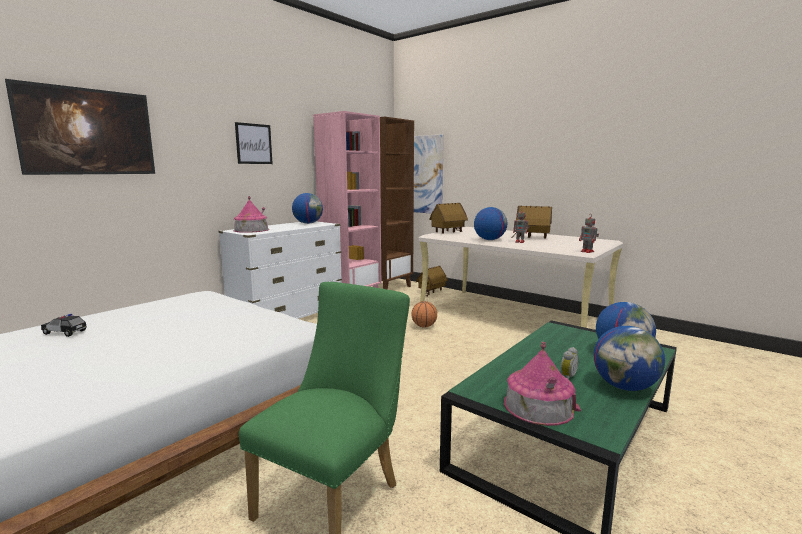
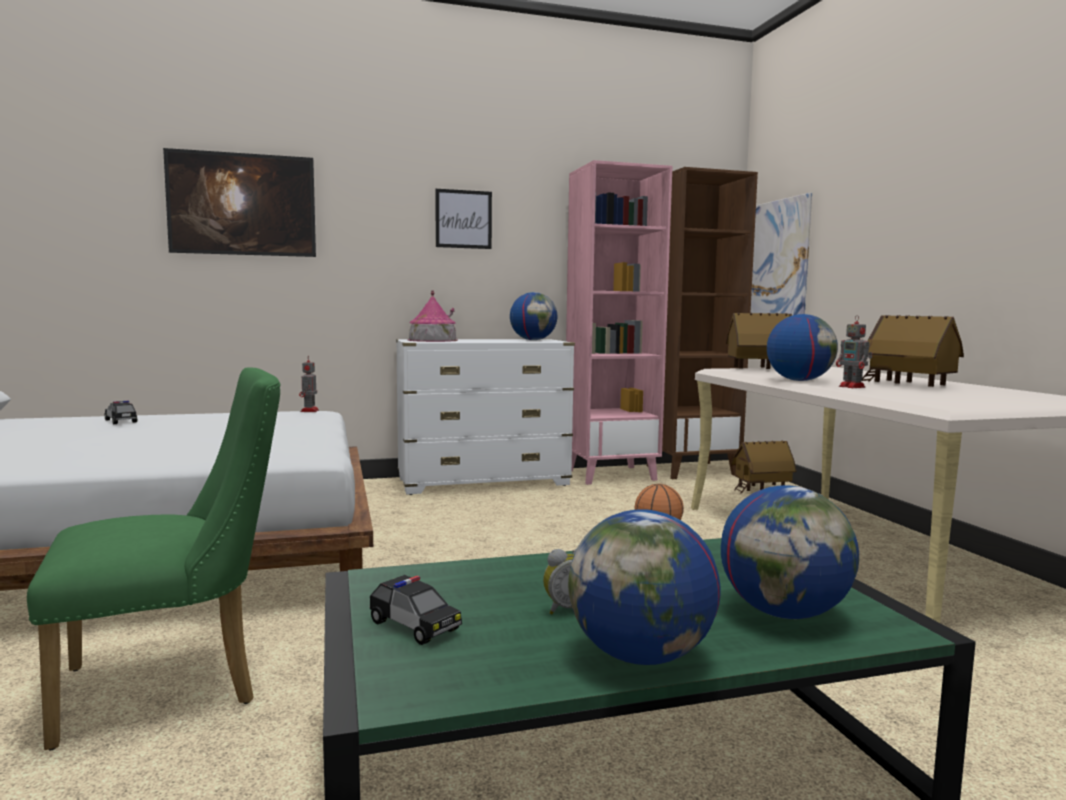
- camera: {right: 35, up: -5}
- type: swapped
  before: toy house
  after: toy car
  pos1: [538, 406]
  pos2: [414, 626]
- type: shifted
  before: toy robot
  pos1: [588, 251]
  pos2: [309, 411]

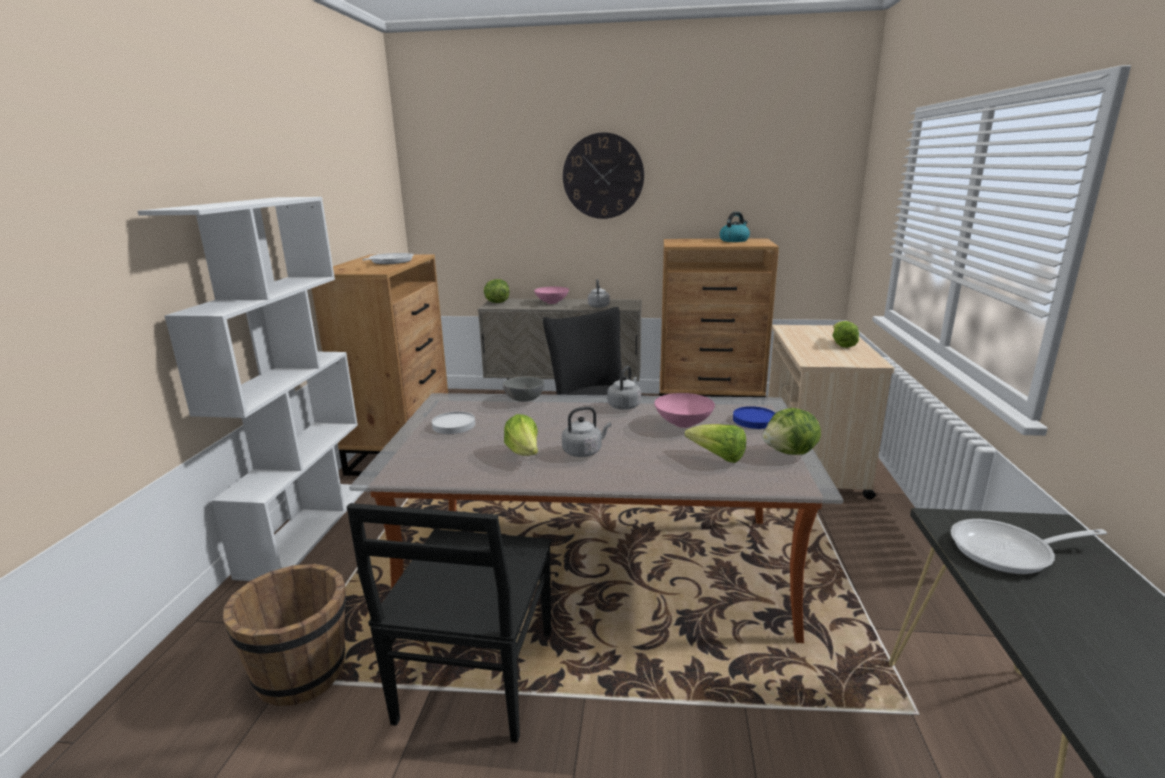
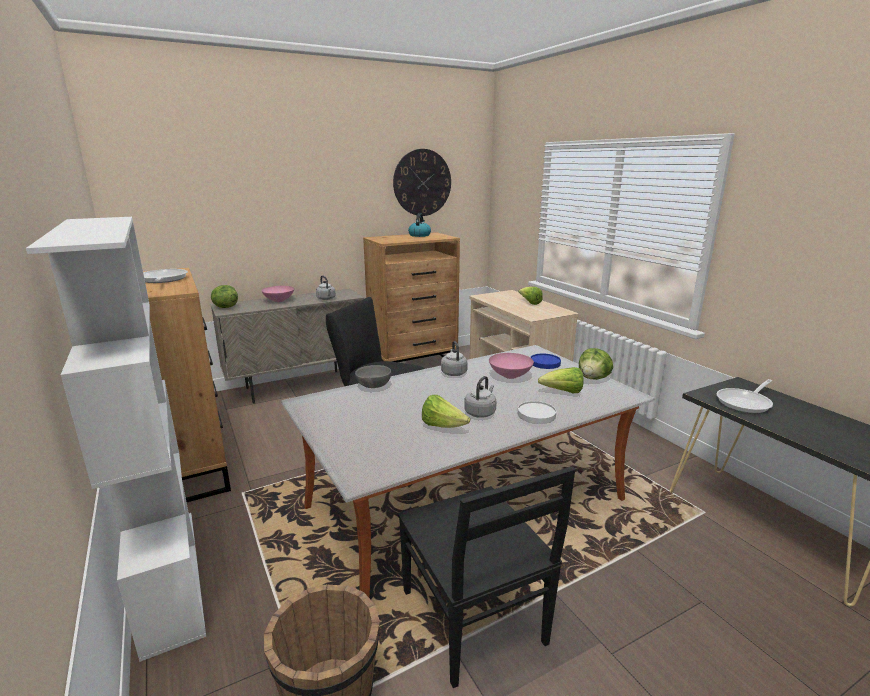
- camera: {right: -35, up: 0}
- type: shifted
  before: white plate
  pos1: [454, 425]
  pos2: [536, 414]
- type: shifted
  before: wall clock
  pos1: [603, 176]
  pos2: [422, 183]

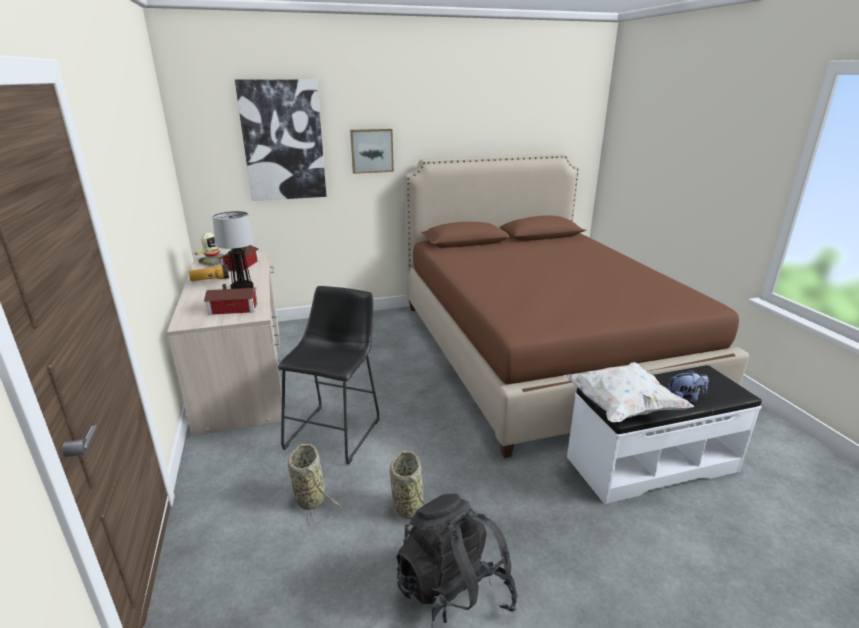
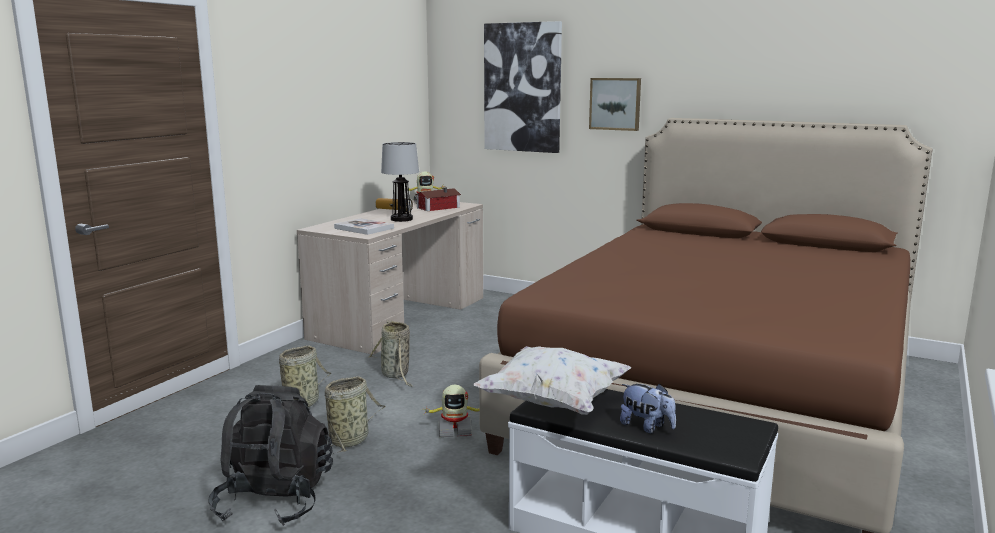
- camera: {right: 45, up: -10}
- type: swapped
  before: toy house
  after: book
  pos1: [234, 308]
  pos2: [364, 228]
- type: swapped
  before: black stool
  after: basket
  pos1: [336, 430]
  pos2: [396, 375]
- type: new
  after: toy robot
  pos2: [454, 430]

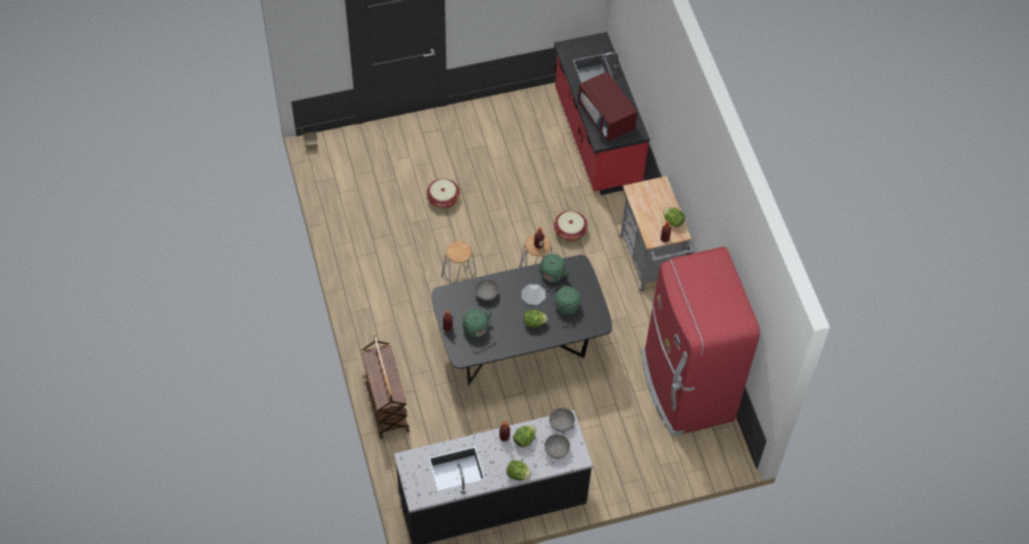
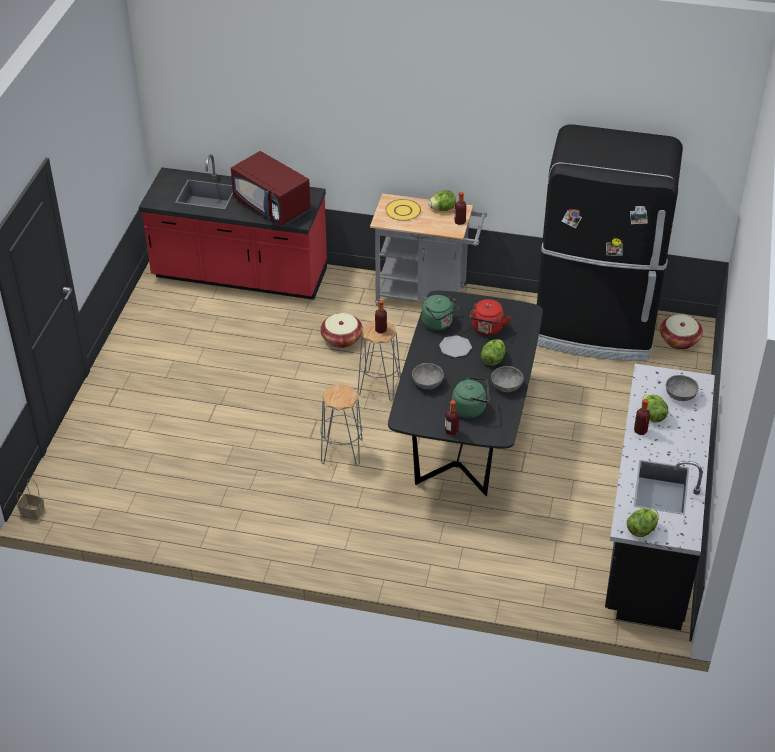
- camera: {right: -60, up: -15}
- type: gone
  before: brown cart
  pos1: [385, 404]
- type: shifted
  before: basket
  pos1: [443, 199]
  pos2: [679, 340]
- type: shifted
  before: lettuce
  pos1: [518, 474]
  pos2: [641, 530]
- type: shifted
  before: grey bowl
  pos1: [561, 423]
  pos2: [506, 386]
- type: repainted
  before: green kettle
  after: red kettle
  pos1: [565, 306]
  pos2: [487, 329]
- type: rotated
  before: red microwave
  pos1: [606, 118]
  pos2: [272, 206]
  turn: 45
- type: repainted
  before: red fridge
  after: black fridge
  pos1: [685, 388]
  pos2: [595, 329]
- type: new
  after: yellow plate
  pos2: [403, 211]

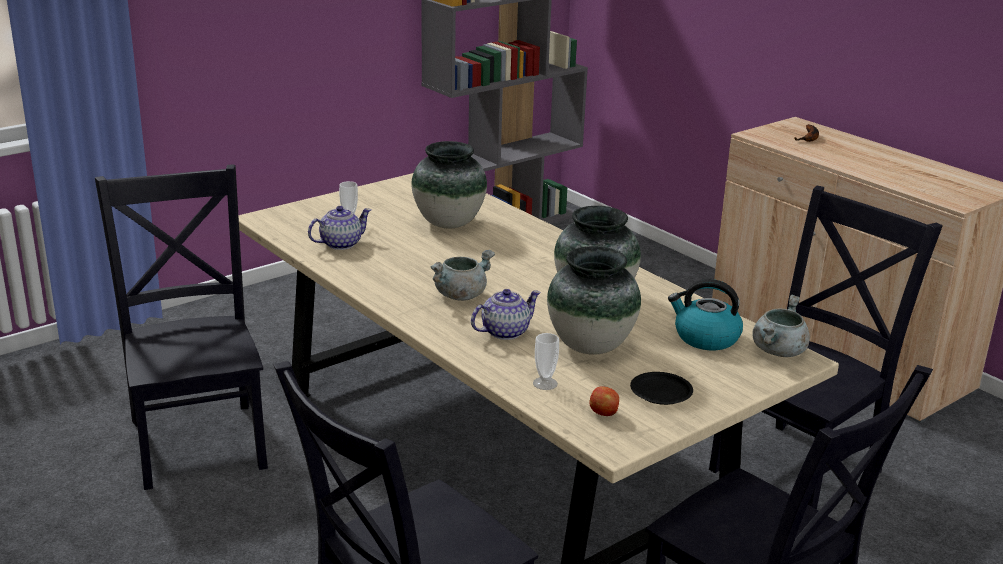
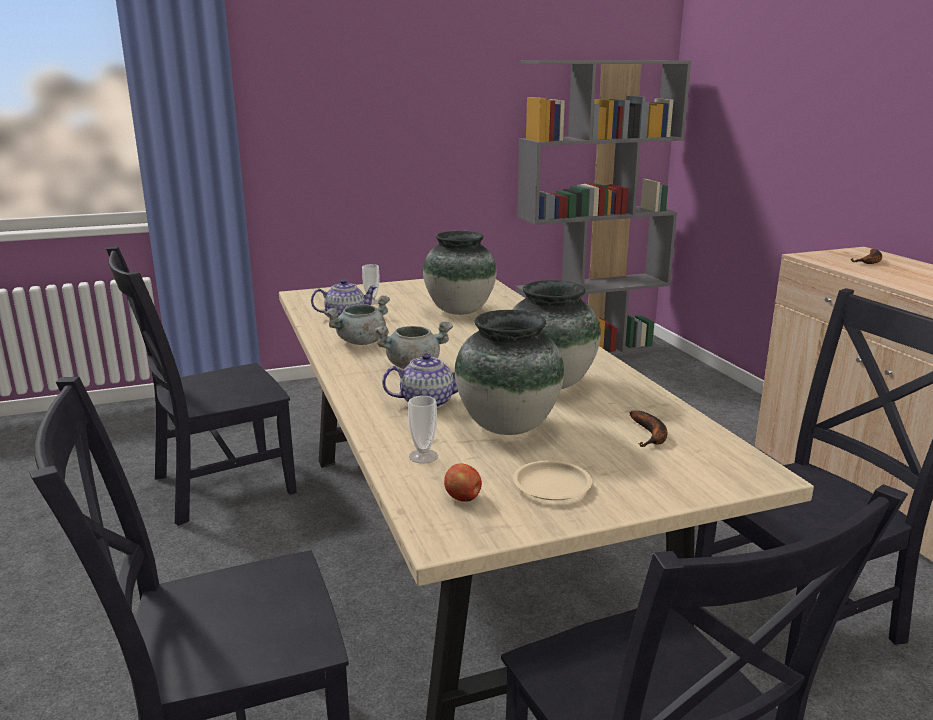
- camera: {right: 20, up: -5}
- type: rotated
  before: black chair
  pos1: [199, 439]
  pos2: [217, 486]
  turn: -120
- type: repainted
  before: black plate
  after: beige plate
  pos1: [661, 393]
  pos2: [552, 486]
- type: swapped
  before: kettle
  after: banana
  pos1: [705, 338]
  pos2: [651, 435]
- type: shifted
  before: grey cooking pot
  pos1: [779, 352]
  pos2: [361, 342]

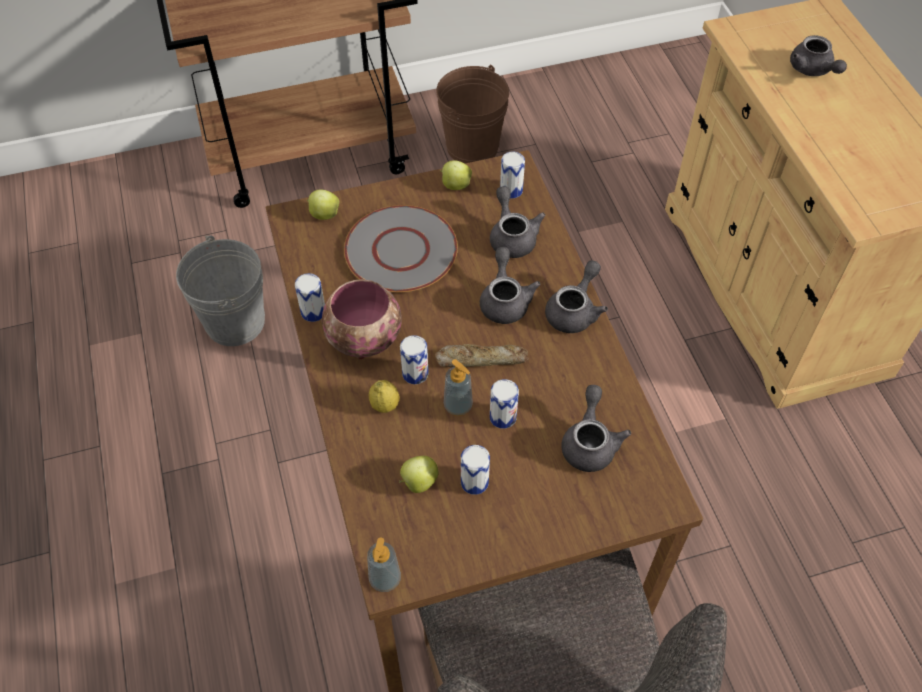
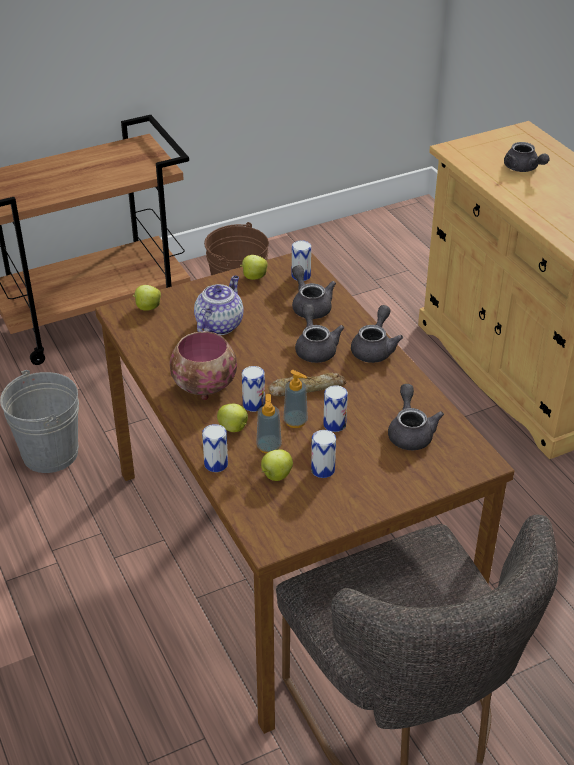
- camera: {right: -10, up: -15}
- type: shifted
  before: can
  pos1: [313, 312]
  pos2: [216, 464]
- type: swapped
  before: grey plate
  after: teapot
  pos1: [400, 250]
  pos2: [219, 324]
- type: shifted
  before: soap dispenser
  pos1: [385, 579]
  pos2: [269, 447]
- type: swapped
  before: lemon
  after: apple
  pos1: [385, 405]
  pos2: [234, 428]

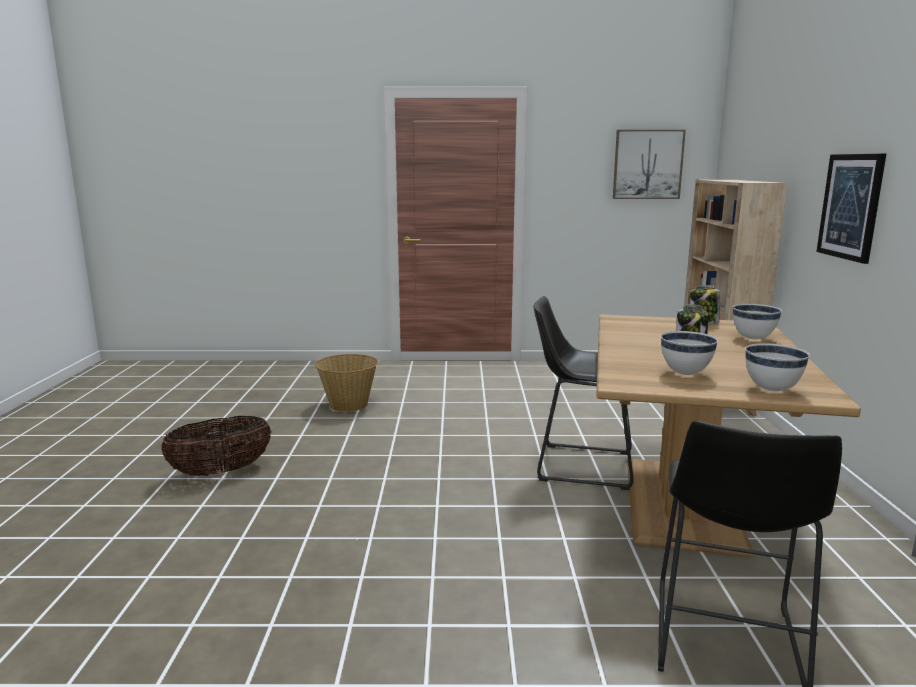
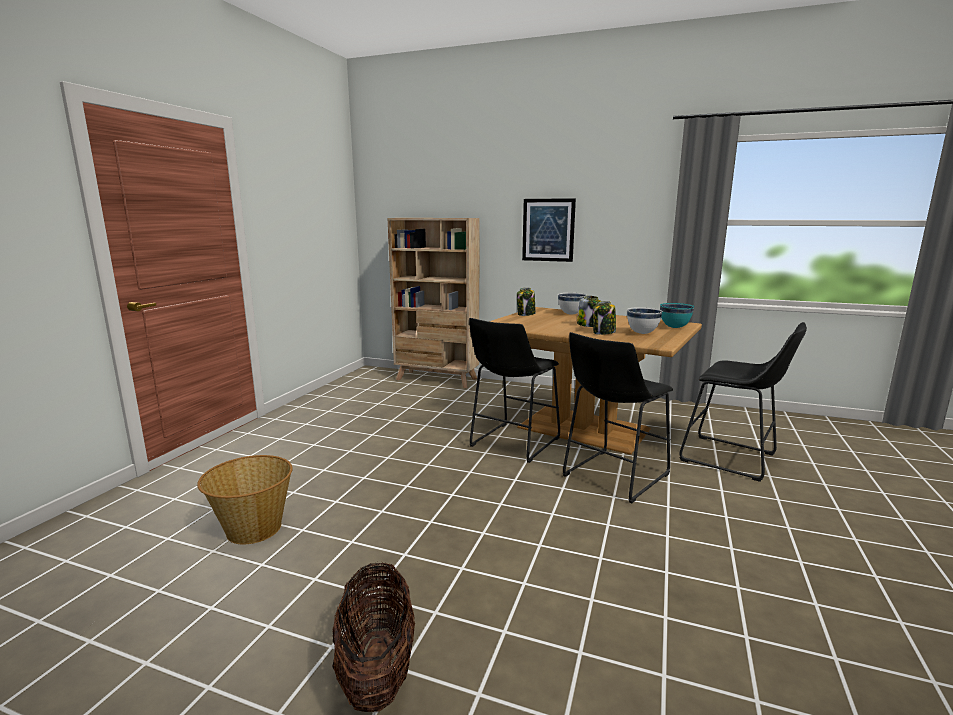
- camera: {right: -70, up: 0}
- type: gone
  before: picture
  pos1: [647, 164]
- type: repainted
  before: white bowl
  after: turquoise bowl
  pos1: [772, 389]
  pos2: [674, 327]
- type: new
  after: black stool
  pos2: [612, 477]
- type: new
  after: jar
  pos2: [603, 333]

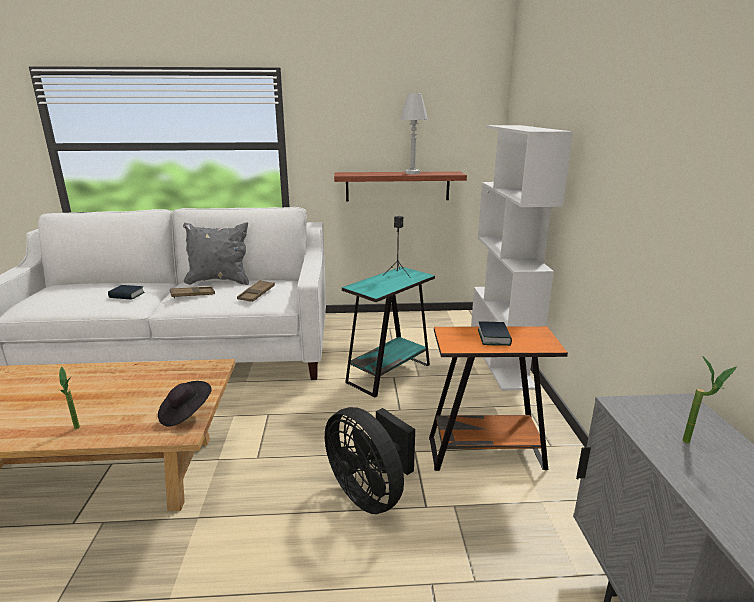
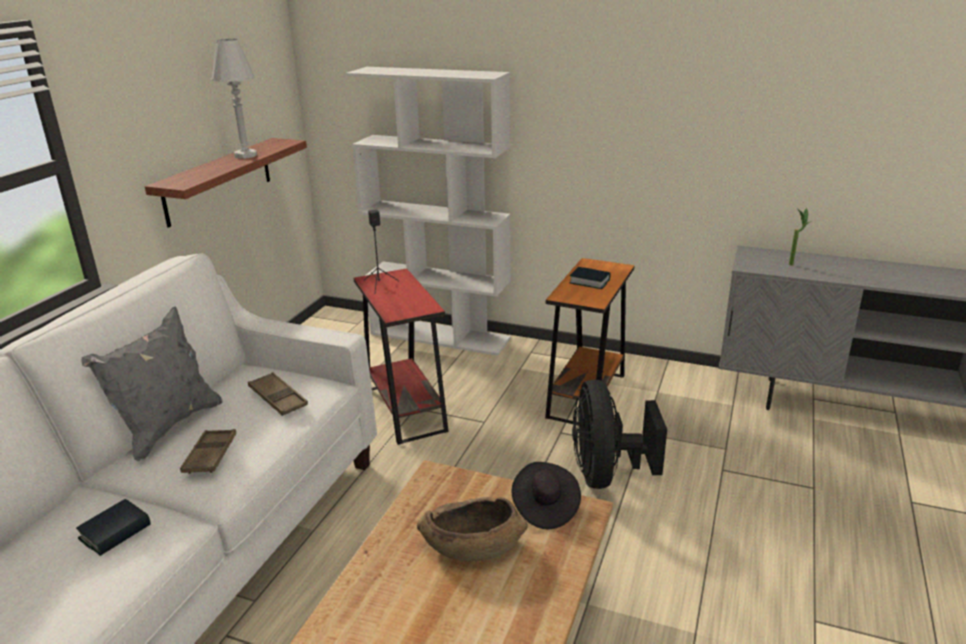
- camera: {right: -65, up: 5}
- type: gone
  before: potted plant
  pos1: [78, 430]
- type: rotated
  before: black fan
  pos1: [370, 492]
  pos2: [606, 474]
  turn: 105
- type: repainted
  before: turquoise side table
  after: red side table
  pos1: [388, 373]
  pos2: [405, 409]
- type: new
  after: brown bowl
  pos2: [472, 546]

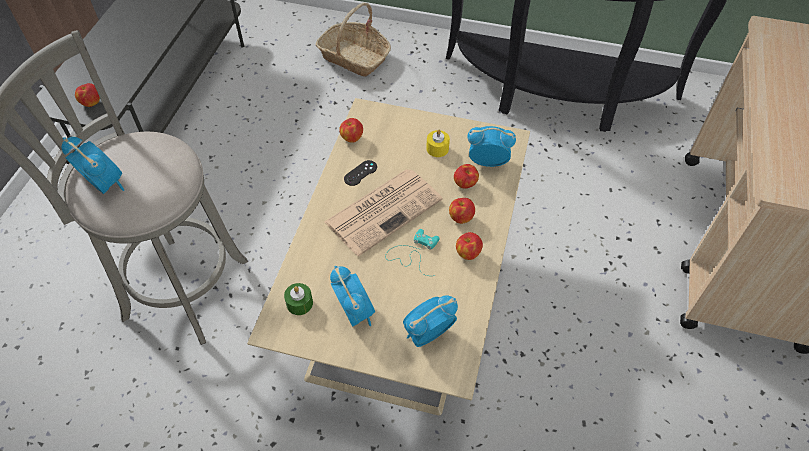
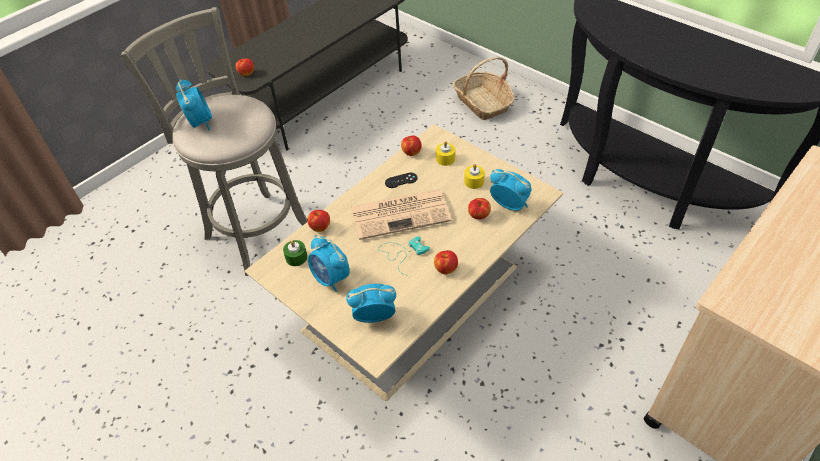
- camera: {right: 30, up: -5}
- type: rotated
  before: alarm clock
  pos1: [354, 312]
  pos2: [331, 278]
  turn: 135
- type: shifted
  before: apple
  pos1: [461, 217]
  pos2: [320, 227]
- type: new
  after: yellow candle
  pos2: [445, 159]

